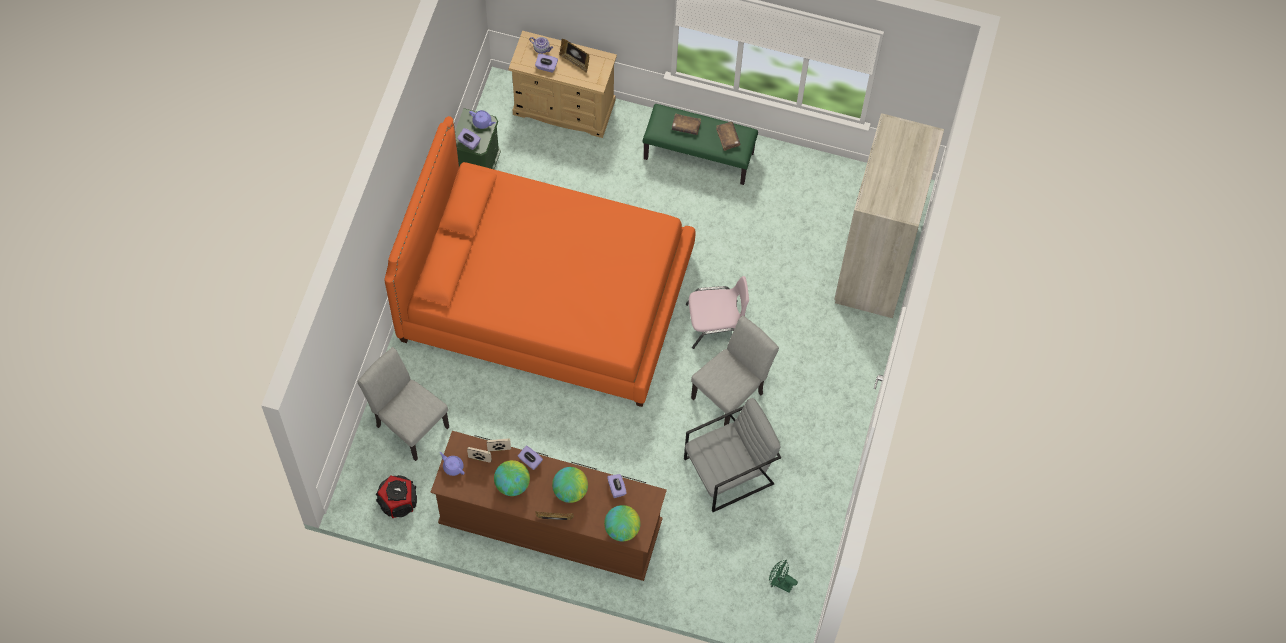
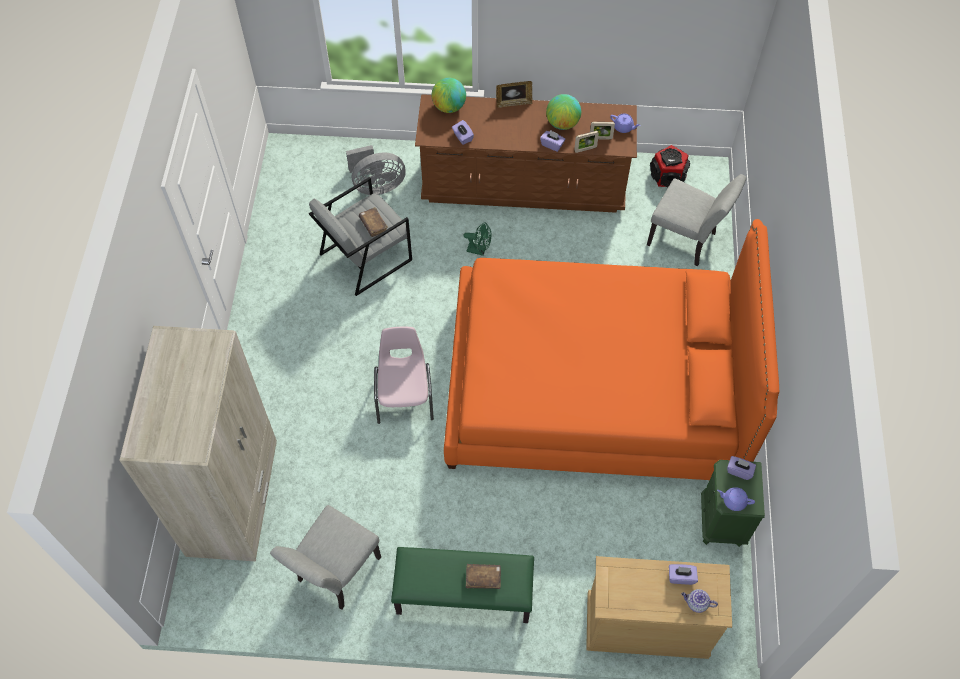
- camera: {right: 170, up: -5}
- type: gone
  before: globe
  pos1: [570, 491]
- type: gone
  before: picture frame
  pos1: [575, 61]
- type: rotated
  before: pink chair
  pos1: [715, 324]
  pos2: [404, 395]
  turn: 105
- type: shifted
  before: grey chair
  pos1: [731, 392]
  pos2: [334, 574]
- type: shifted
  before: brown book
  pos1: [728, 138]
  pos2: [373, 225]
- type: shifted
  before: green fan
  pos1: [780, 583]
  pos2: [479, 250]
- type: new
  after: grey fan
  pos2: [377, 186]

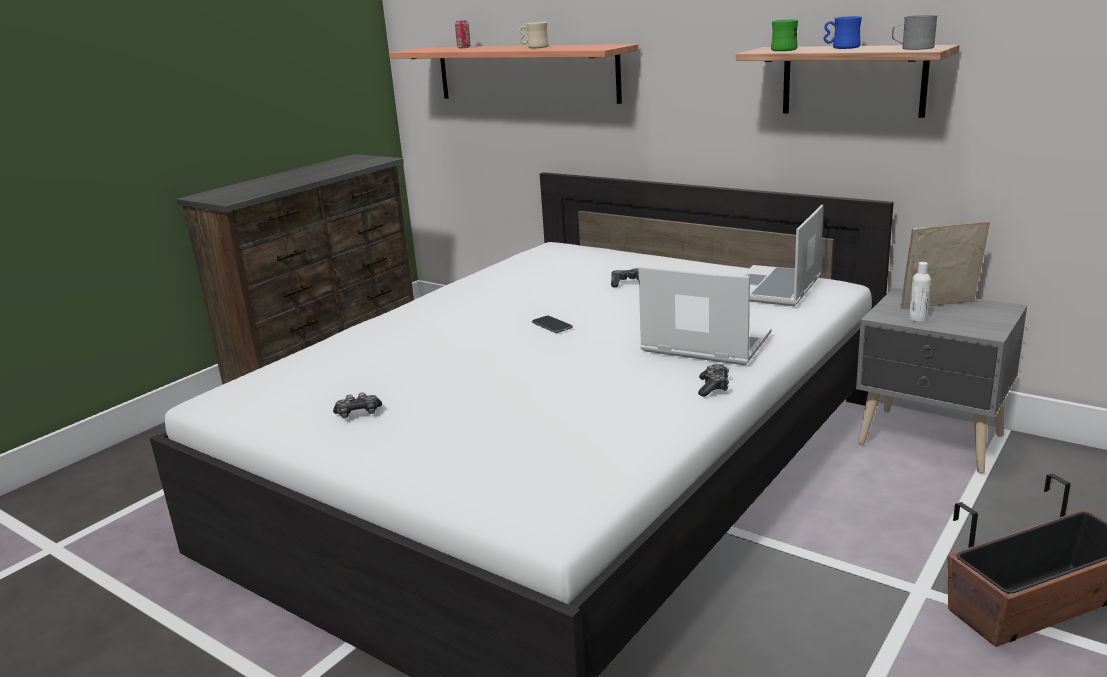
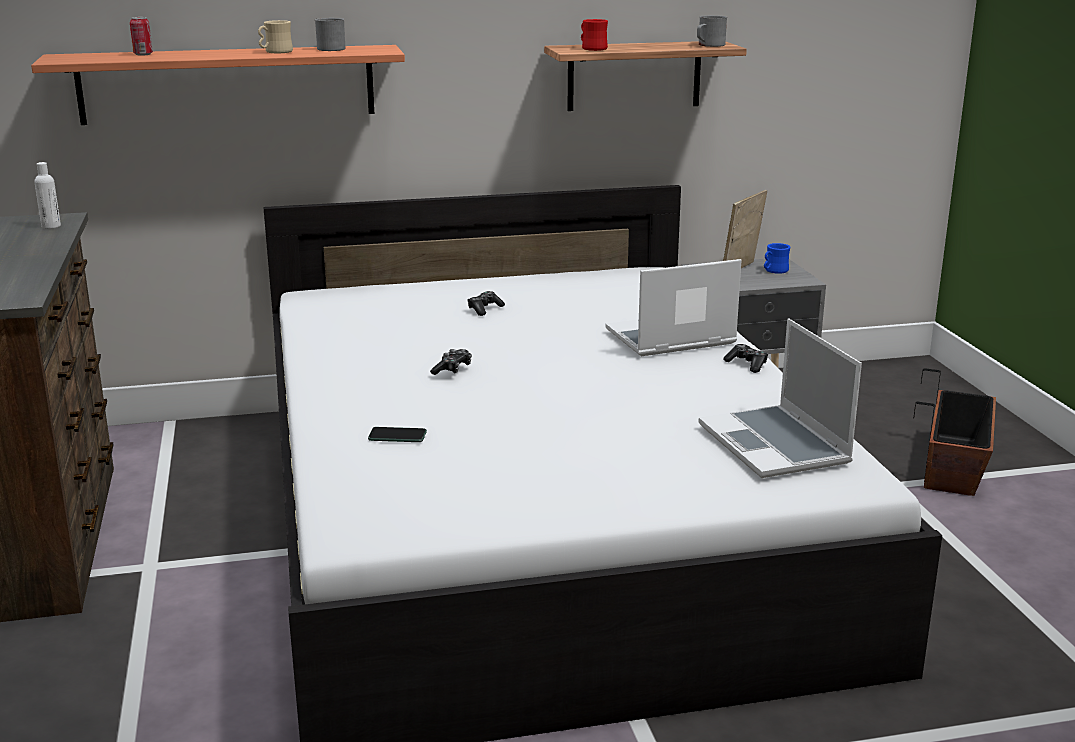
- camera: {right: -50, up: 0}
- type: shifted
  before: game controller
  pos1: [358, 413]
  pos2: [452, 369]
- type: shifted
  before: phone
  pos1: [552, 325]
  pos2: [397, 436]
- type: shifted
  before: laptop
  pos1: [775, 289]
  pos2: [776, 445]
- type: repainted
  before: green mug
  after: red mug
  pos1: [783, 49]
  pos2: [591, 48]
- type: shifted
  before: blue mug
  pos1: [841, 48]
  pos2: [774, 271]
- type: shifted
  before: white bottle
  pos1: [917, 319]
  pos2: [51, 226]
- type: new
  after: grey mug
  pos2: [333, 48]

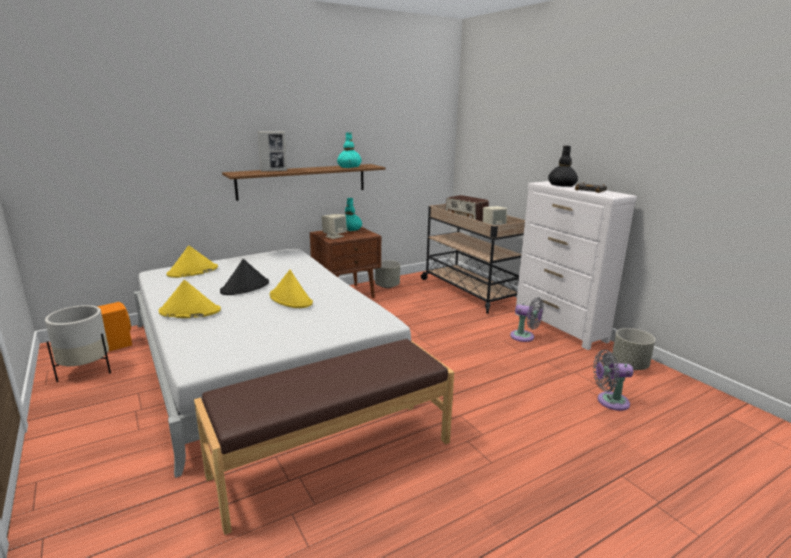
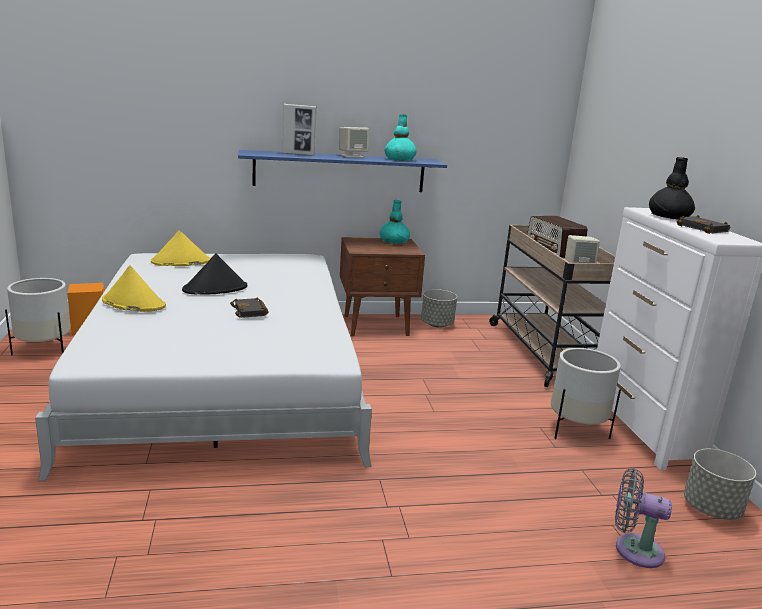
- camera: {right: 20, up: 0}
- type: gone
  before: brown bench
  pos1: [333, 457]
- type: repainted
  before: brown shelf
  after: blue shelf
  pos1: [303, 181]
  pos2: [340, 171]
- type: swapped
  before: yellow hat
  after: black book
  pos1: [291, 299]
  pos2: [251, 311]
- type: shifted
  before: beige speaker
  pos1: [334, 236]
  pos2: [352, 156]
- type: swapped
  before: grey fan
  after: white planter
  pos1: [525, 337]
  pos2: [576, 430]

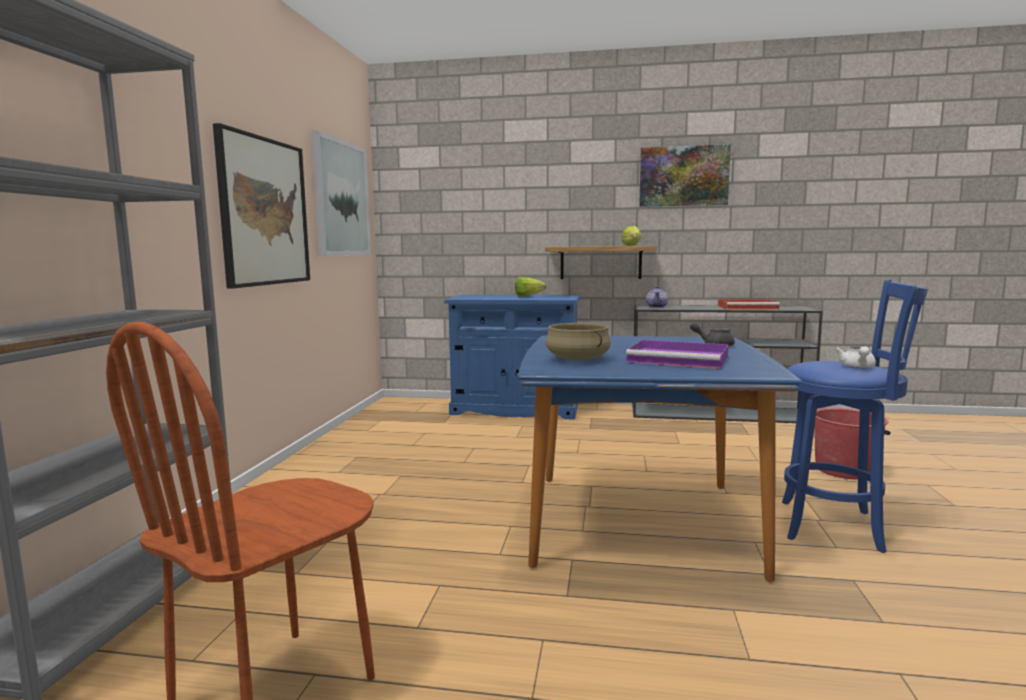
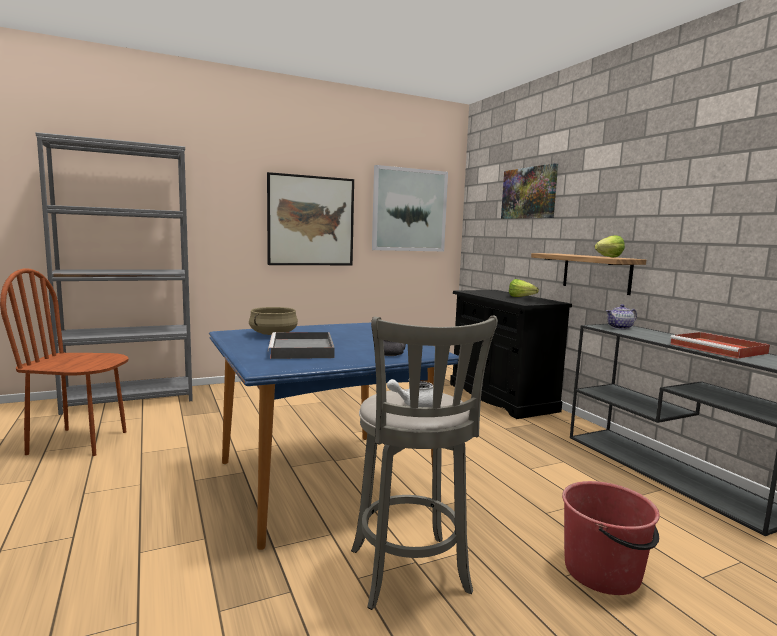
- camera: {right: 55, up: 0}
- type: repainted
  before: blue cabinet
  after: black cabinet
  pos1: [515, 409]
  pos2: [501, 397]
- type: repainted
  before: purple tray
  after: grey tray
  pos1: [680, 359]
  pos2: [302, 349]
- type: shifted
  before: picture
  pos1: [683, 176]
  pos2: [529, 193]
- type: repainted
  before: blue stool
  after: grey stool
  pos1: [837, 526]
  pos2: [410, 575]

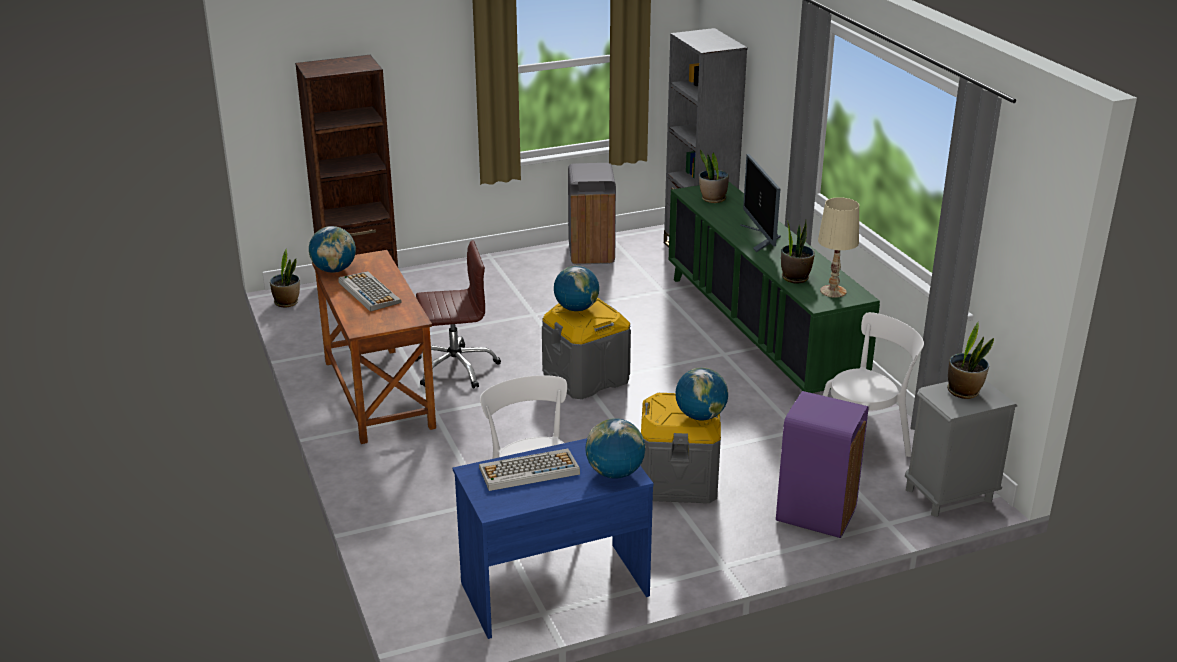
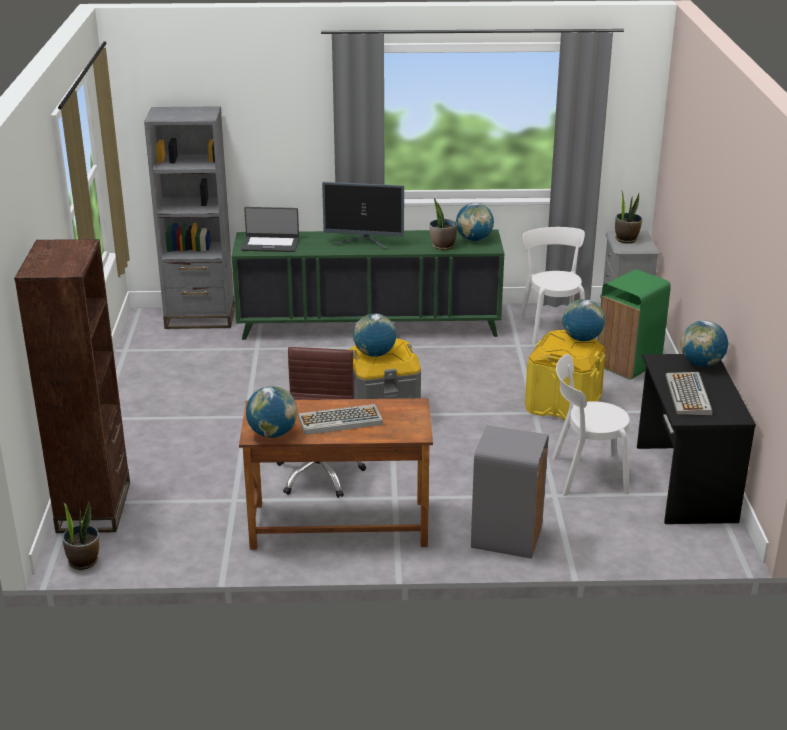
- camera: {right: -70, up: 0}
- type: repainted
  before: blue desk
  after: black desk
  pos1: [553, 588]
  pos2: [683, 483]
- type: shifted
  before: grey trash can
  pos1: [592, 253]
  pos2: [506, 538]
- type: repainted
  before: grey storage box
  after: yellow storage box
  pos1: [678, 481]
  pos2: [563, 405]
- type: swapped
  before: potted plant
  after: laptop
  pos1: [713, 199]
  pos2: [270, 244]
- type: repainted
  before: purple trash can
  after: green trash can
  pos1: [816, 515]
  pos2: [629, 364]
- type: swapped
  before: beige table lamp
  after: globe
  pos1: [832, 291]
  pos2: [474, 239]

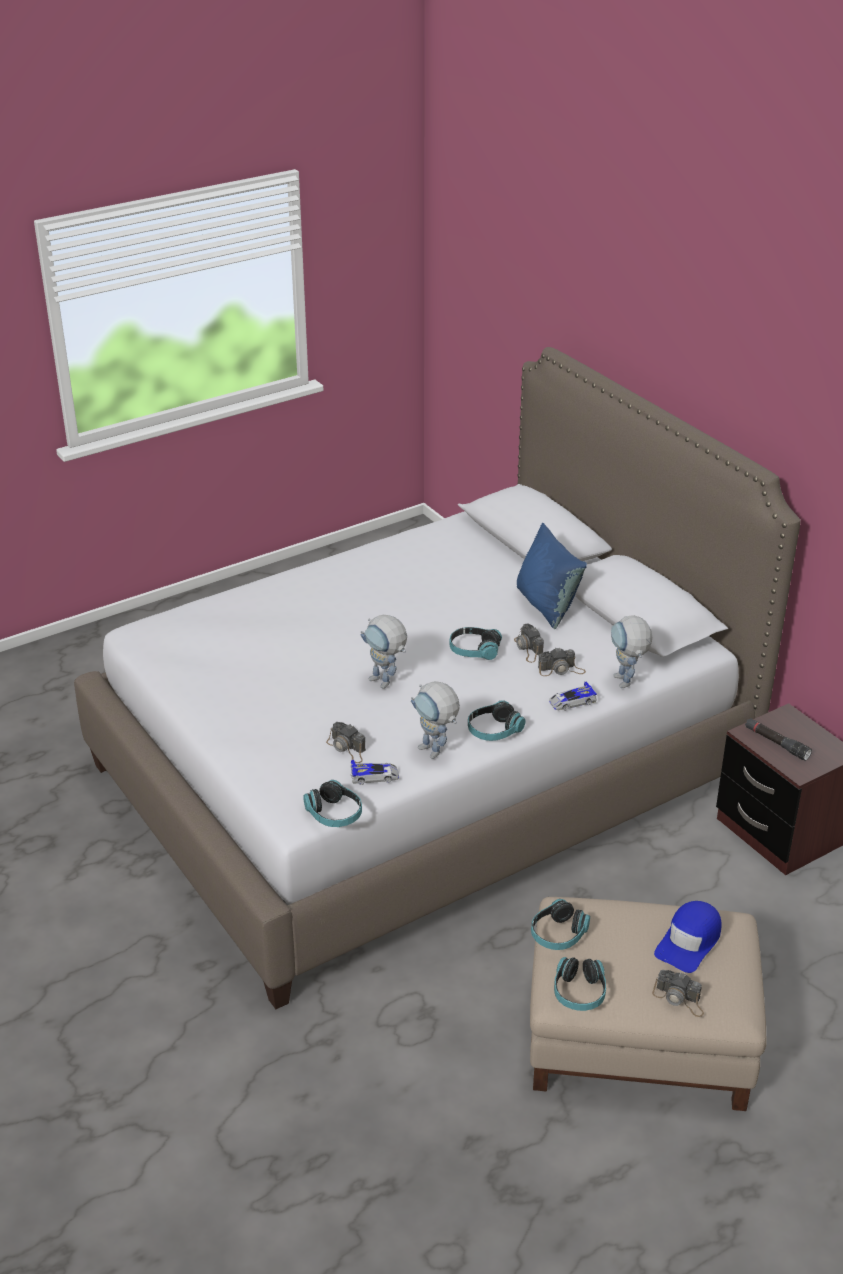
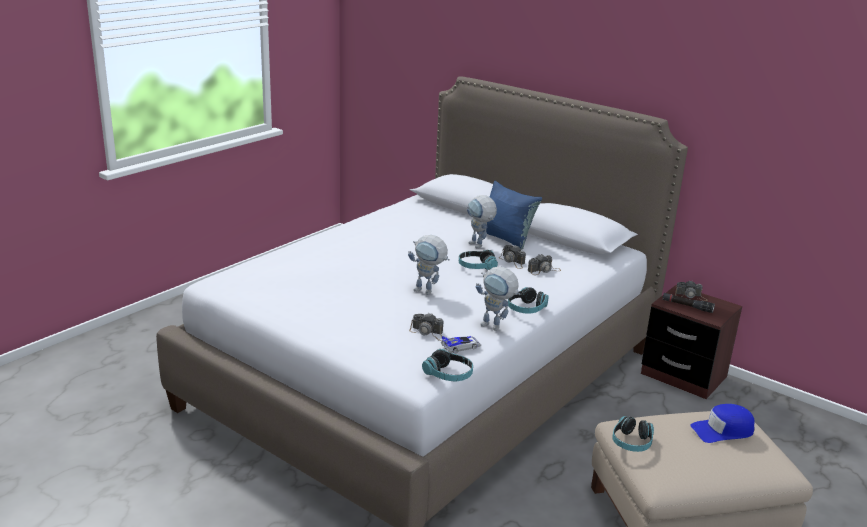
- camera: {right: -20, up: -10}
- type: gone
  before: toy car
  pos1: [572, 701]
- type: gone
  before: headphones
  pos1: [579, 992]
- type: shifted
  before: toy robot
  pos1: [626, 684]
  pos2: [479, 246]
- type: shifted
  before: photo camera
  pos1: [679, 999]
  pos2: [690, 296]
- type: rotated
  before: blue cap
  pos1: [689, 942]
  pos2: [722, 430]
  turn: 60

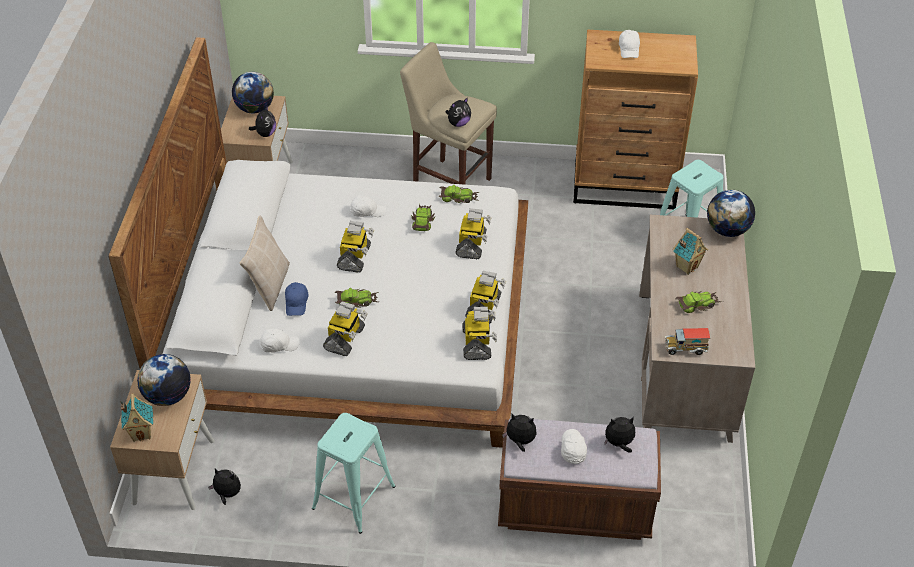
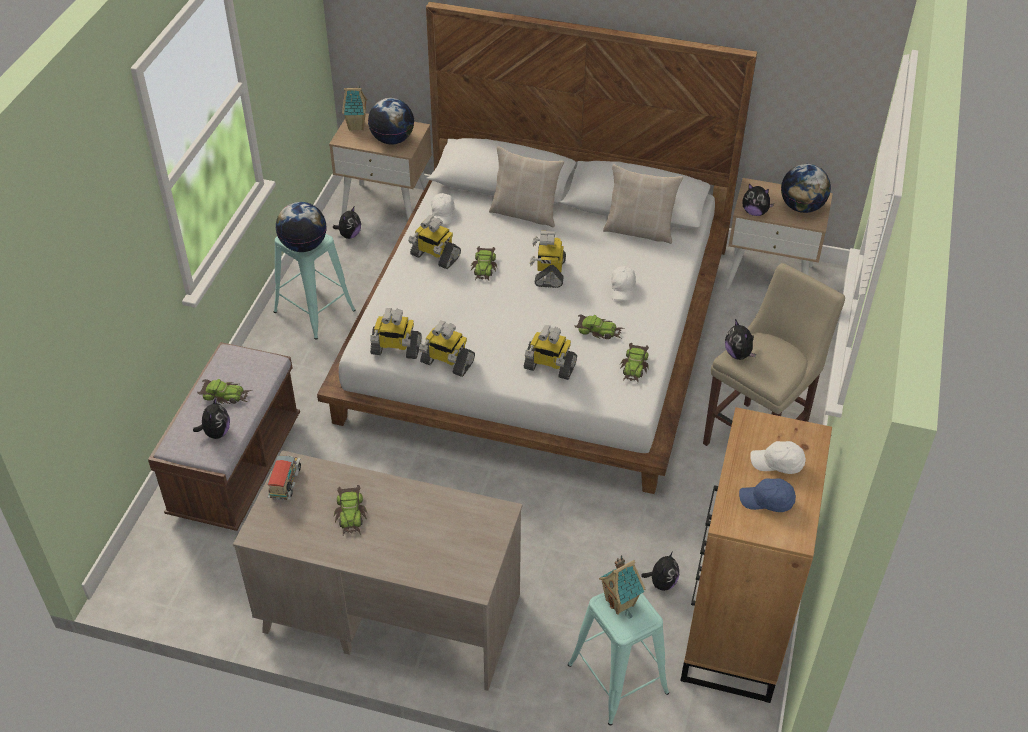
- camera: {right: 100, up: 0}
- type: shifted
  before: blue cap
  pos1: [296, 303]
  pos2: [767, 501]
- type: rotated
  before: toy robot
  pos1: [355, 258]
  pos2: [549, 272]
  turn: 75
- type: shifted
  before: plush toy
  pos1: [520, 441]
  pos2: [661, 583]
- type: swapped
  before: white cap
  after: toy car
  pos1: [572, 449]
  pos2: [225, 395]
- type: shifted
  before: toy house
  pos1: [686, 266]
  pos2: [621, 602]
- type: shifted
  before: globe
  pos1: [727, 230]
  pos2: [304, 245]
- type: new
  after: beige pillow
  pos2: [639, 230]

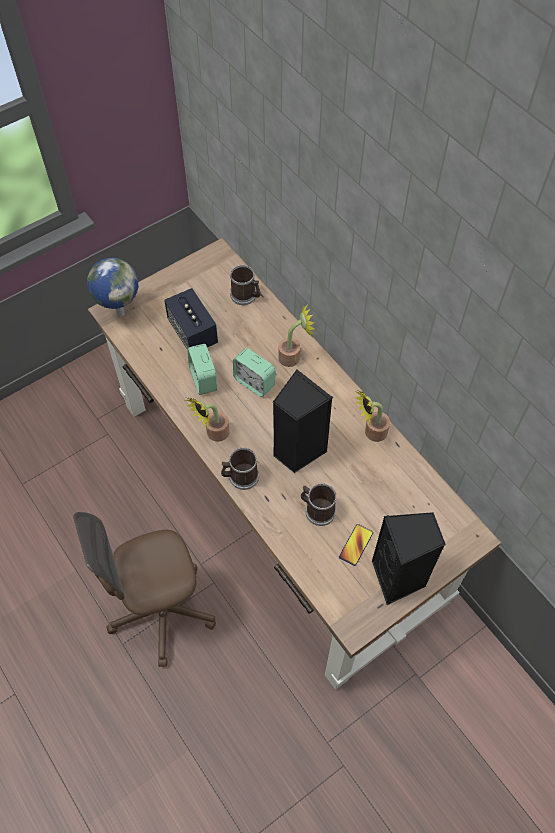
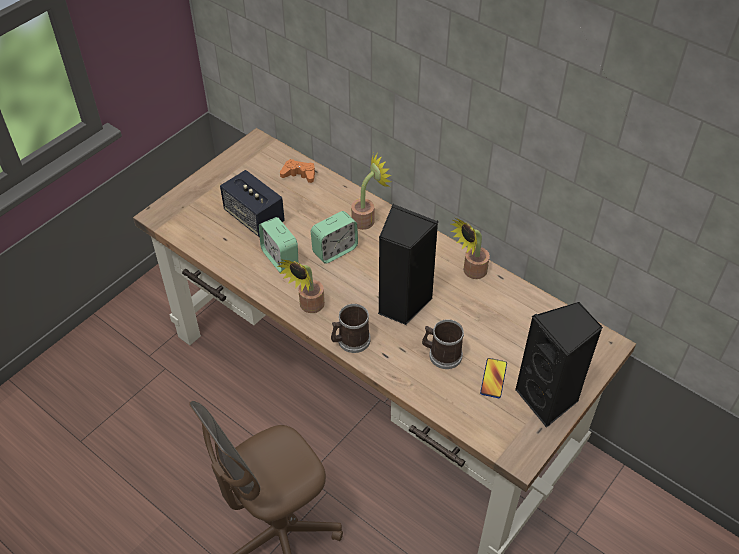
- camera: {right: -15, up: -10}
- type: gone
  before: globe
  pos1: [120, 312]
- type: swapped
  before: mug
  after: orange game controller
  pos1: [246, 296]
  pos2: [299, 174]
- type: rotated
  before: alarm clock
  pos1: [254, 382]
  pos2: [335, 250]
  turn: -60

